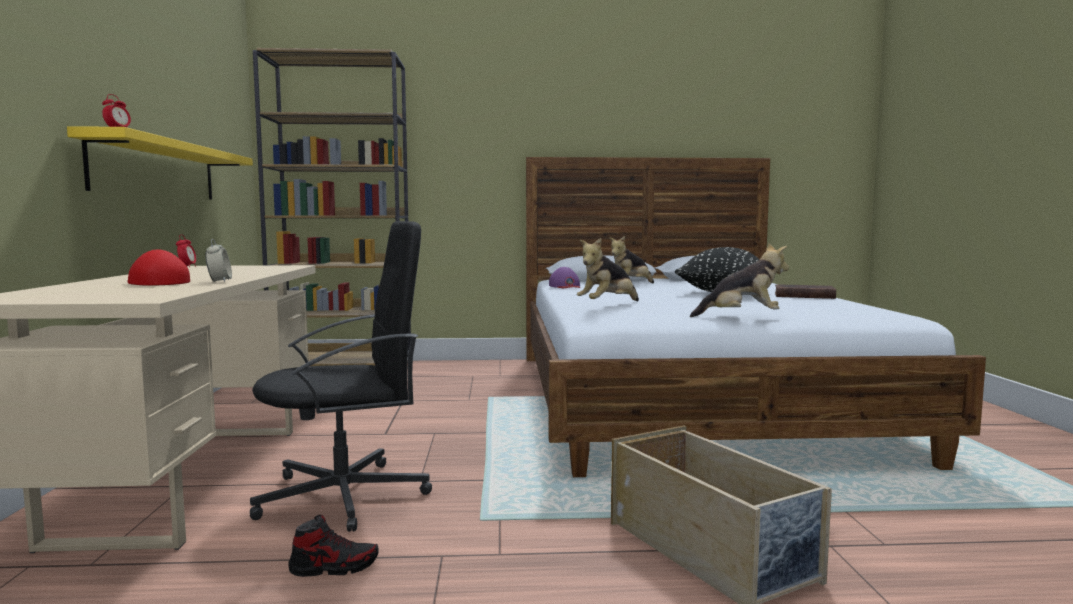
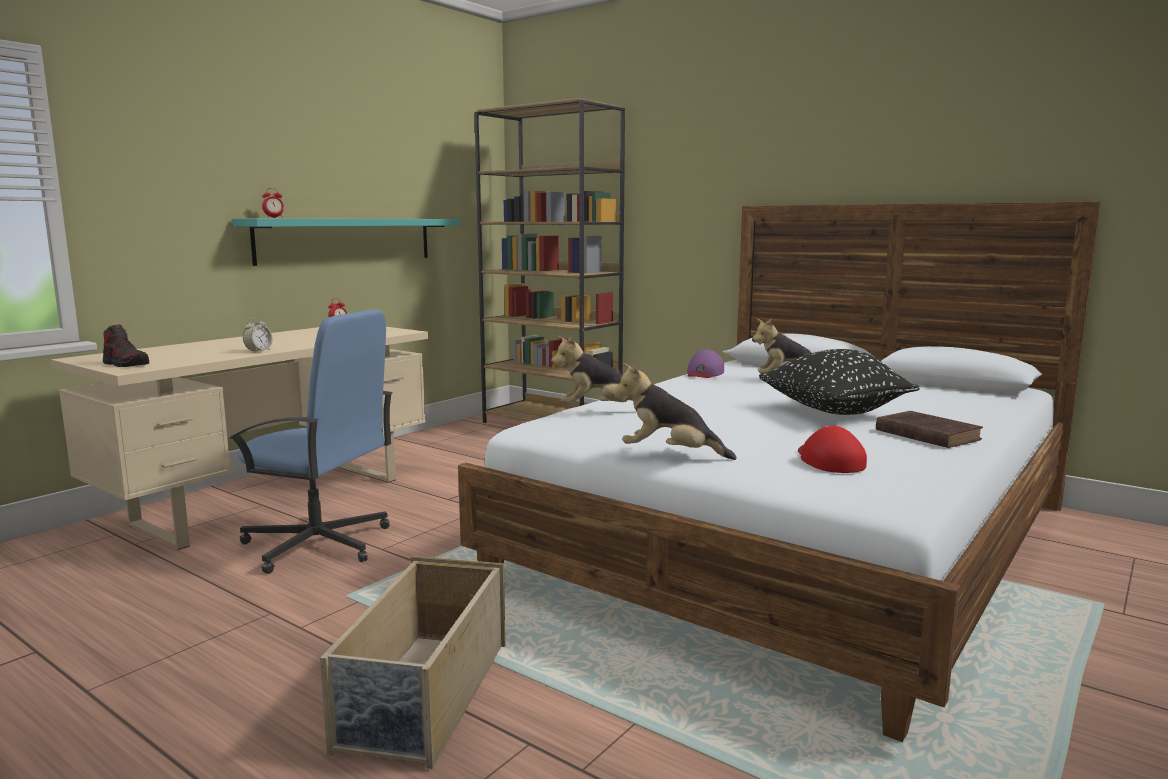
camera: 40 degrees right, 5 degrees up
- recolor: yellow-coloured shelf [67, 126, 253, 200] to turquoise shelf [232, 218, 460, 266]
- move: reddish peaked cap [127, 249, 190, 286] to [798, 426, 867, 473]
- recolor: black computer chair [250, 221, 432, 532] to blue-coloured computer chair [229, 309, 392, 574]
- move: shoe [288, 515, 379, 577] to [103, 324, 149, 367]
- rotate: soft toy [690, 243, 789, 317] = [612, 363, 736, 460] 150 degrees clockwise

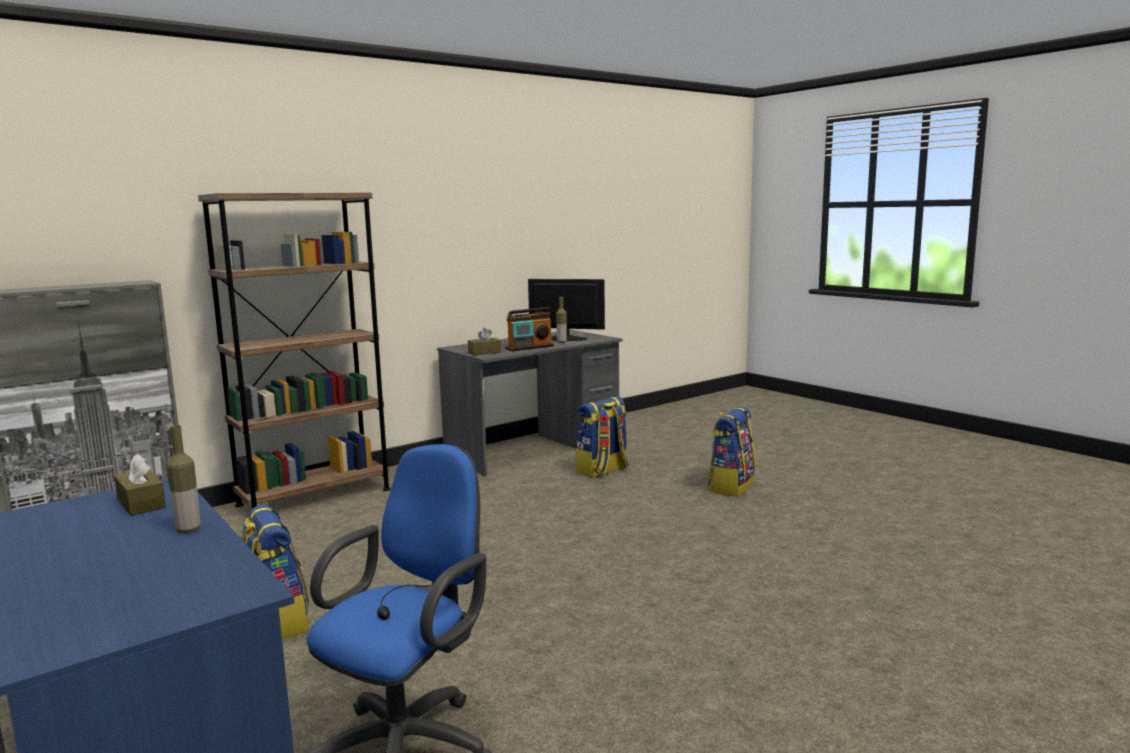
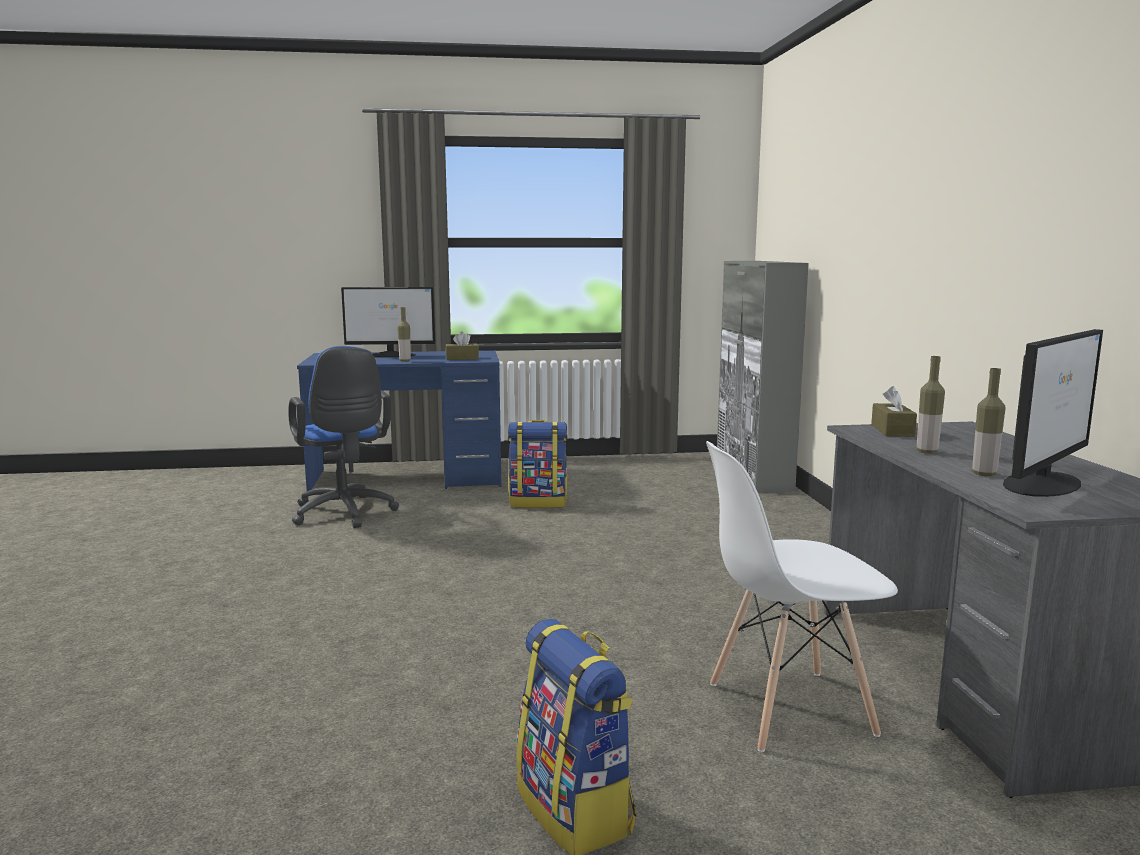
camera: 120 degrees right, 0 degrees up
- delete: brown-coloured bookshelf [198, 193, 391, 508]
- replace: radio receiver [505, 307, 554, 351] to beverage bottle [917, 356, 945, 454]
- replace: knapsack [576, 396, 628, 478] to white-coloured plain chair [706, 441, 898, 752]
- insert: monitor [341, 287, 435, 357]

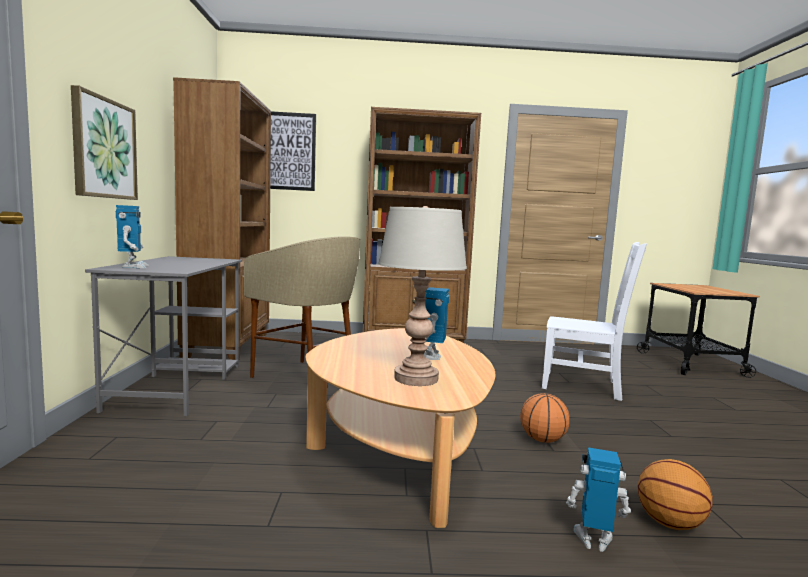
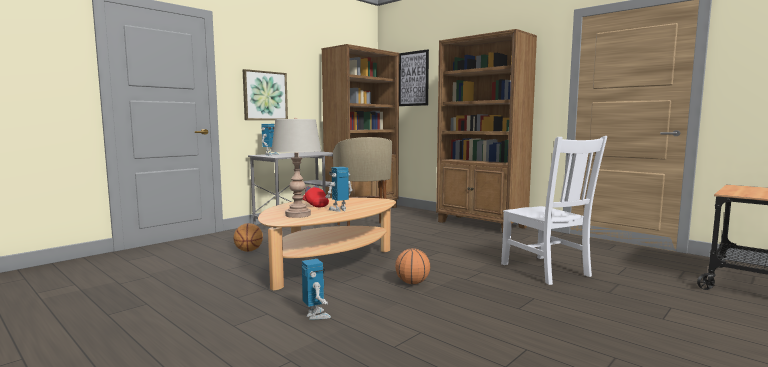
camera: 45 degrees right, 0 degrees up
- move: ball for basketball [638, 459, 713, 530] to [234, 223, 263, 252]
- insert: reddish peaked cap [302, 185, 329, 207]

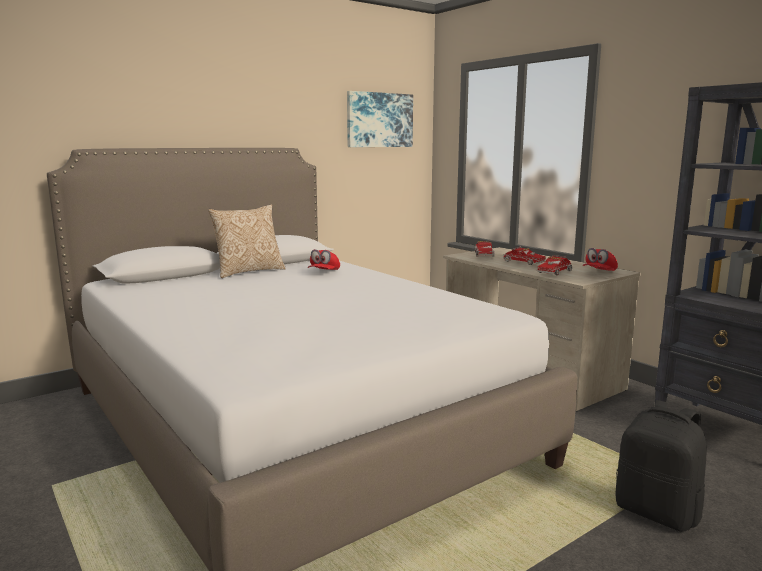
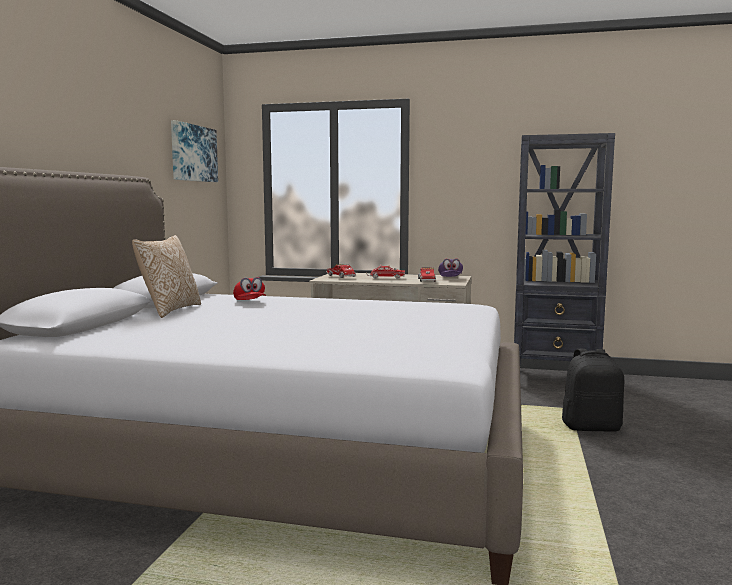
camera: 40 degrees left, 5 degrees down
- recolor: reddish peaked cap [583, 248, 618, 271] to purple-coloured peaked cap [438, 258, 463, 277]

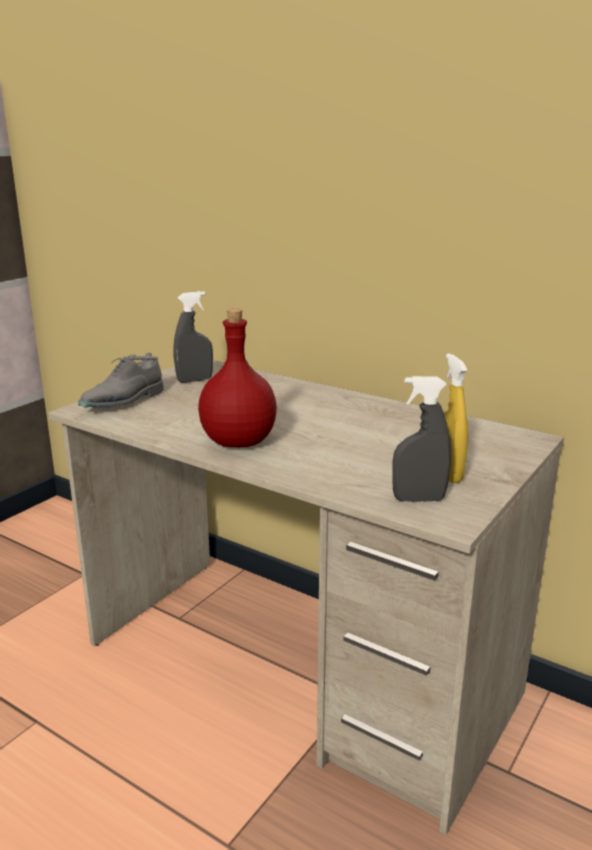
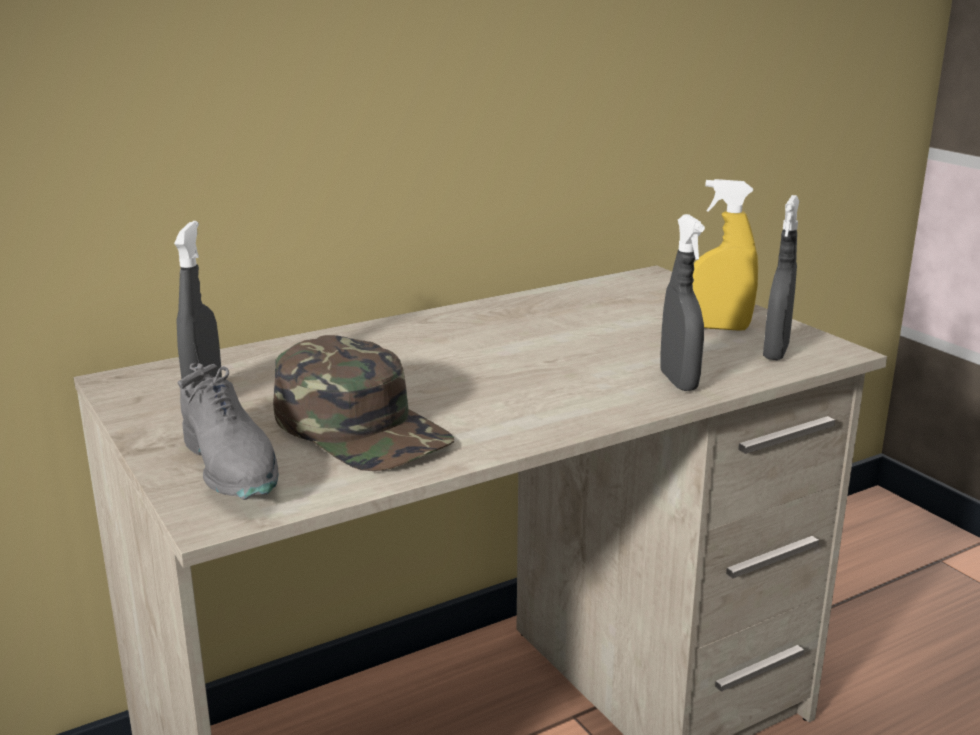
camera: 65 degrees left, 0 degrees up
- delete: reddish beverage bottle [198, 309, 277, 448]
- insert: green peaked cap [273, 335, 454, 471]
- insert: greyish spray bottle [660, 214, 705, 391]

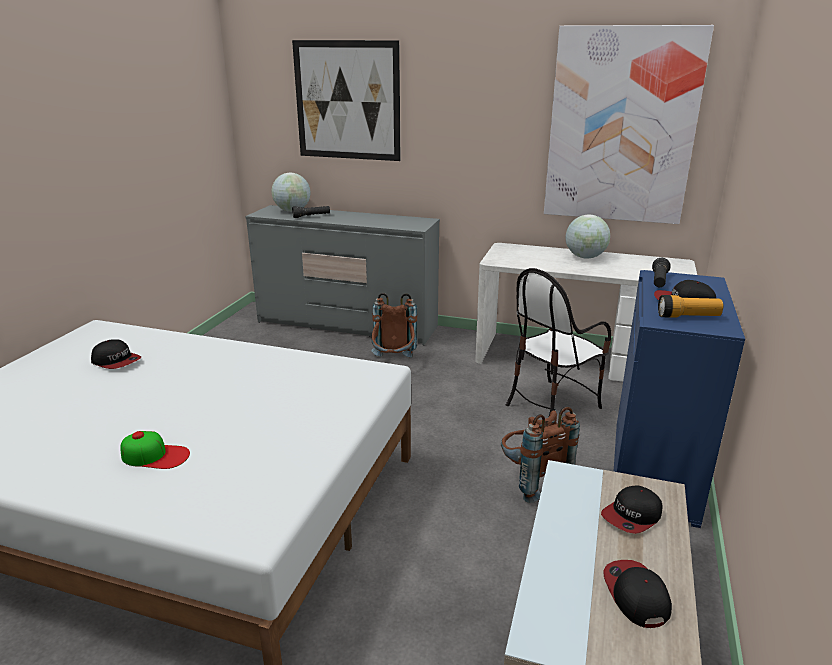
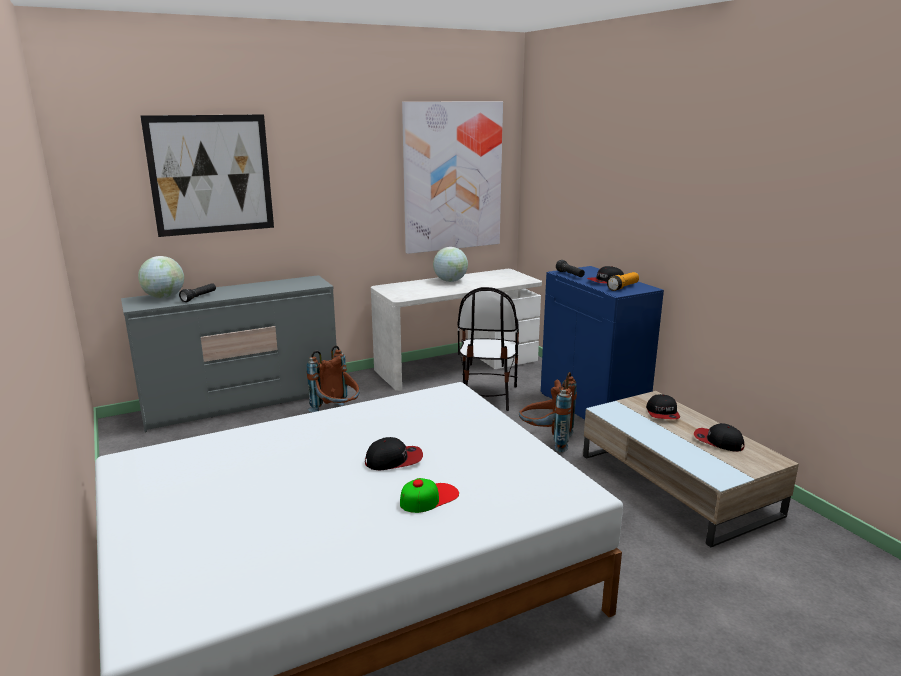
camera: 45 degrees left, 5 degrees down
- move: peaked cap [91, 339, 141, 369] to [365, 437, 423, 470]

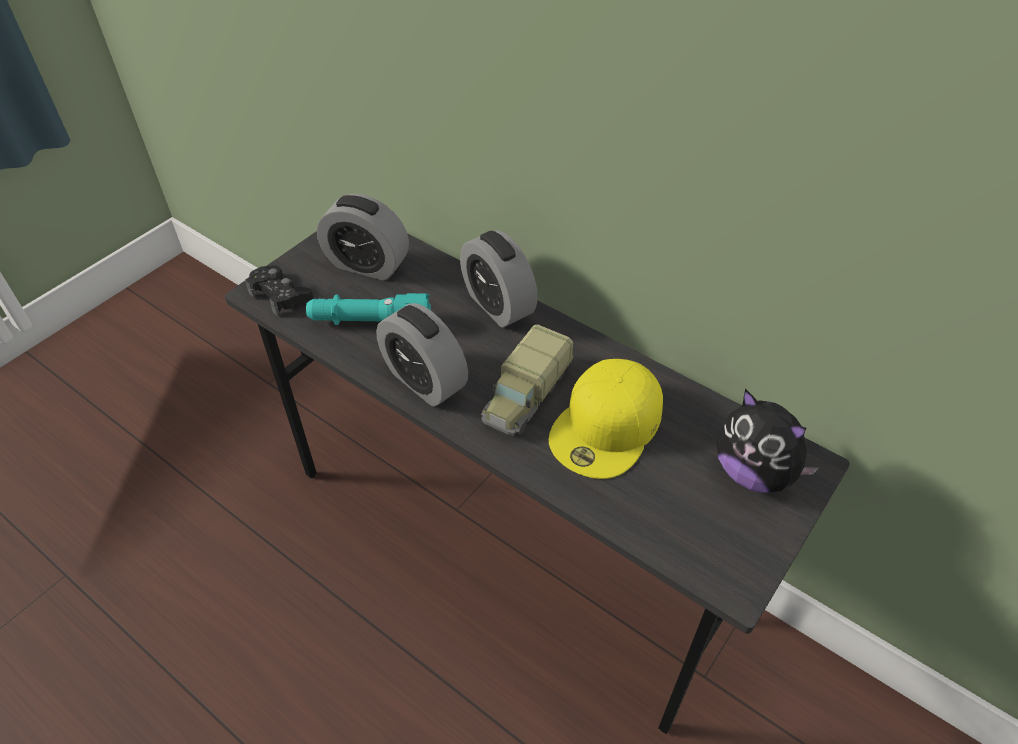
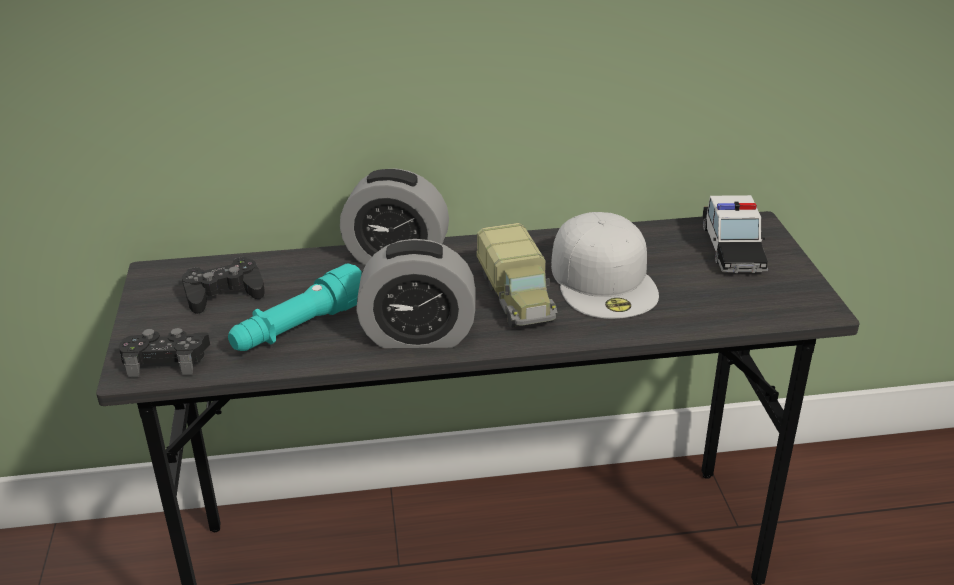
camera: 45 degrees left, 15 degrees down
- replace: table clock [317, 194, 409, 281] to black joypad [182, 257, 265, 314]
- recolor: yellow-coloured peaked cap [549, 359, 663, 479] to white-coloured peaked cap [551, 212, 659, 319]
- replace: soft toy [717, 389, 820, 493] to toy car [702, 195, 768, 273]

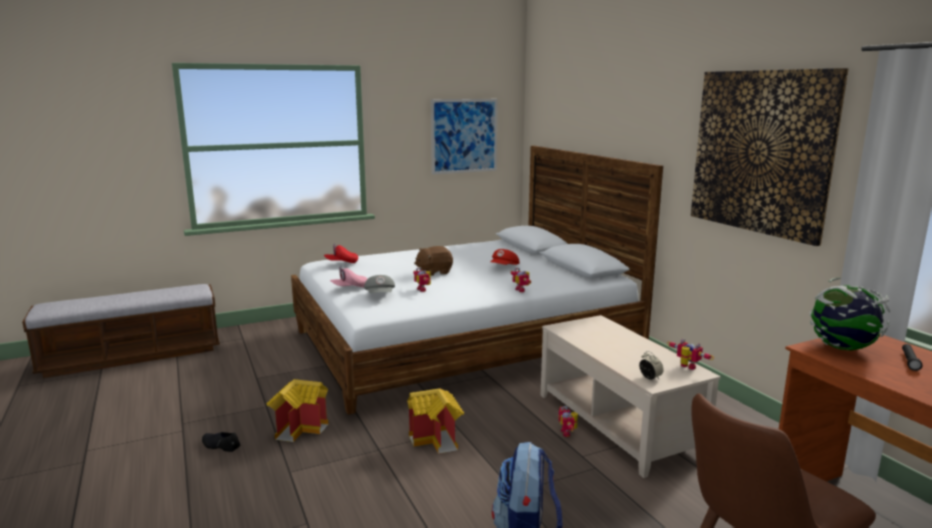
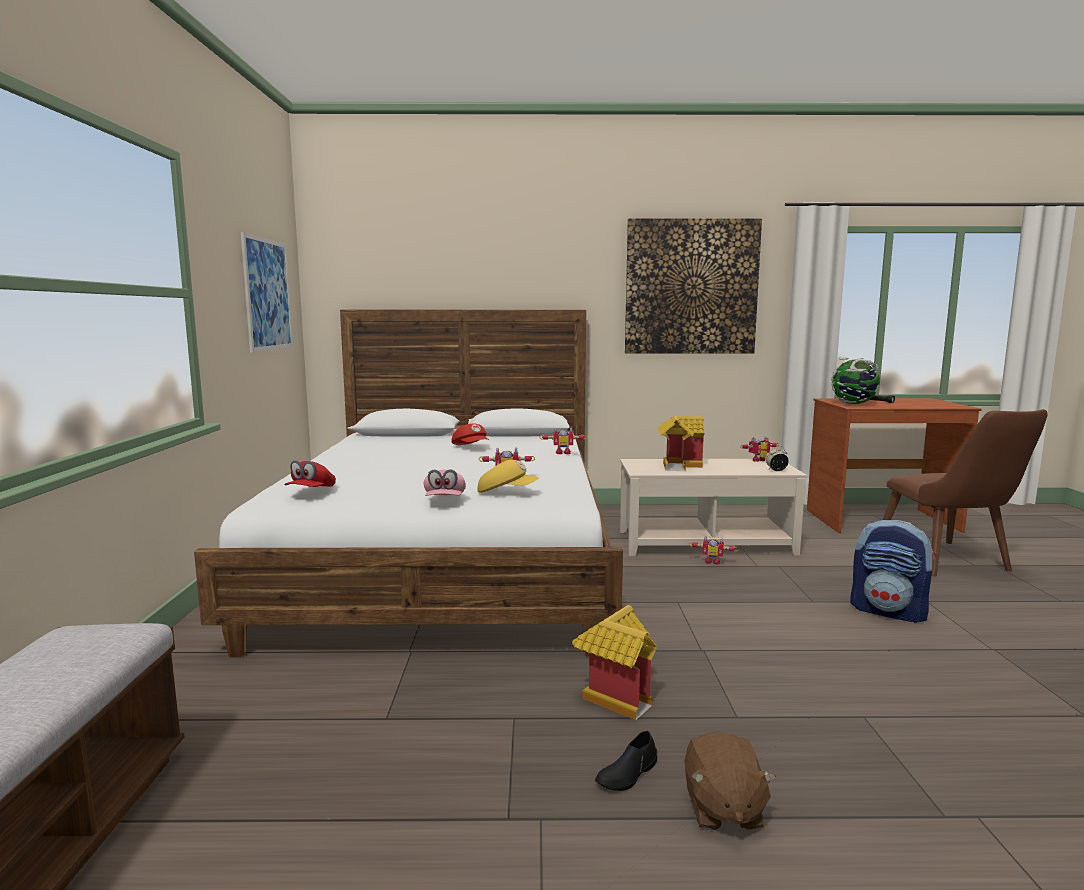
camera: 65 degrees left, 5 degrees down
- recolor: greyish peaked cap [364, 275, 395, 293] to yellow-coloured peaked cap [477, 460, 539, 493]
- move: model house [407, 388, 464, 454] to [658, 416, 705, 471]
- move: brown-coloured soft toy [414, 246, 453, 276] to [684, 732, 776, 830]

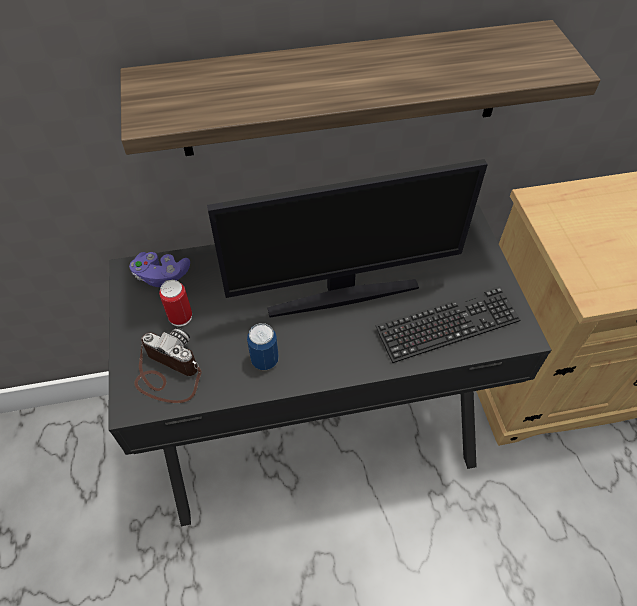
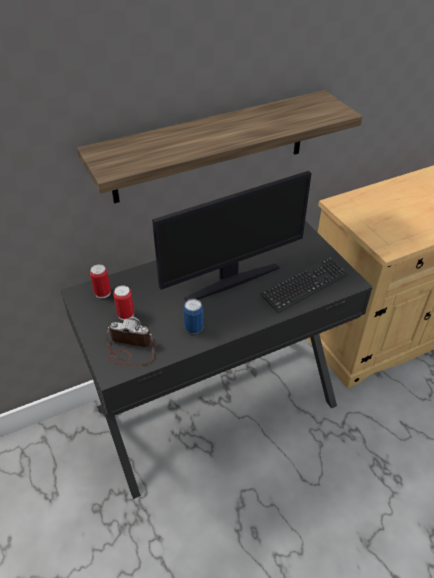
camera: 15 degrees left, 10 degrees down
- replace: purple-coloured joypad [129, 252, 190, 287] to metal can [90, 264, 111, 299]

